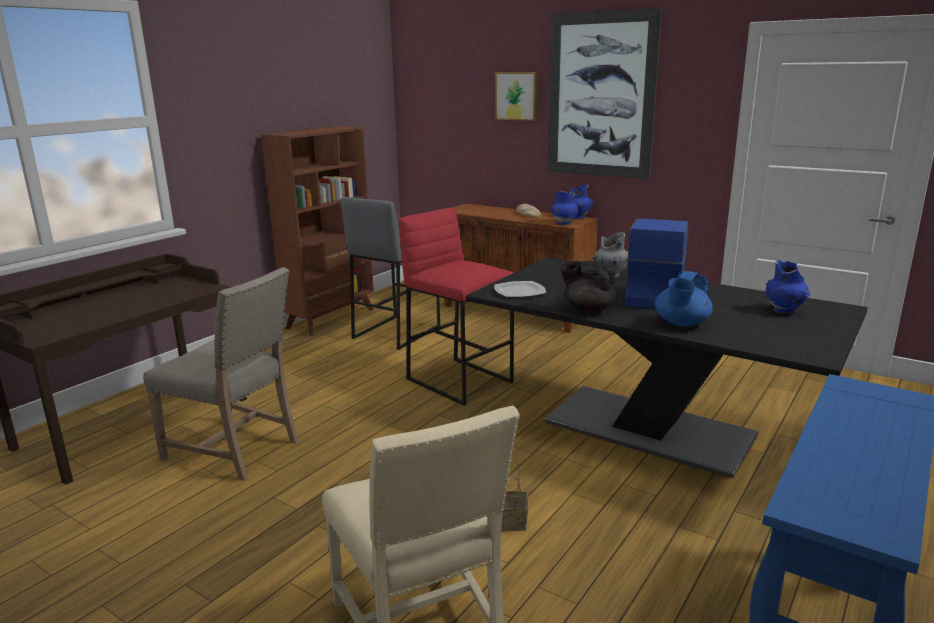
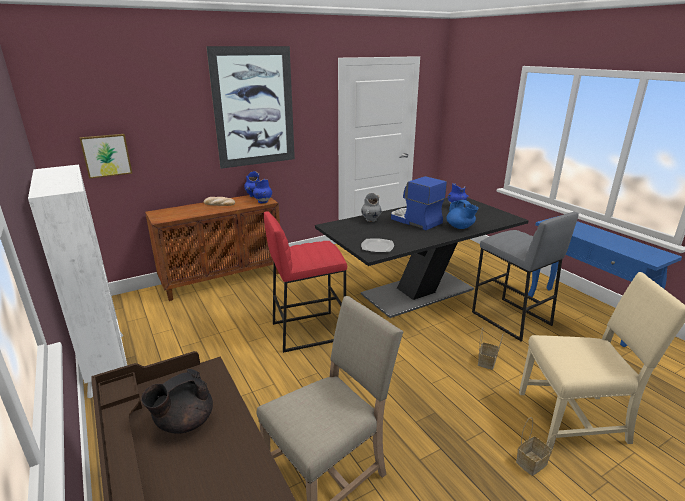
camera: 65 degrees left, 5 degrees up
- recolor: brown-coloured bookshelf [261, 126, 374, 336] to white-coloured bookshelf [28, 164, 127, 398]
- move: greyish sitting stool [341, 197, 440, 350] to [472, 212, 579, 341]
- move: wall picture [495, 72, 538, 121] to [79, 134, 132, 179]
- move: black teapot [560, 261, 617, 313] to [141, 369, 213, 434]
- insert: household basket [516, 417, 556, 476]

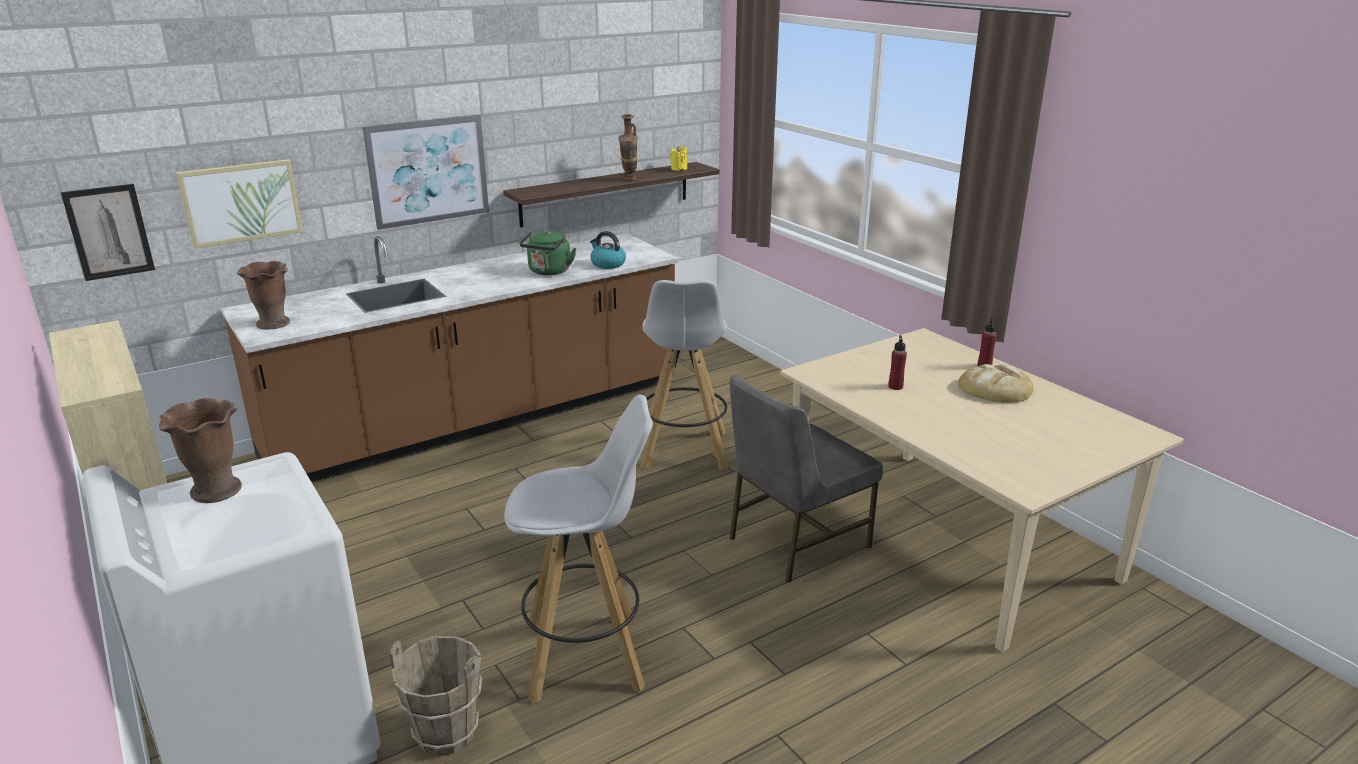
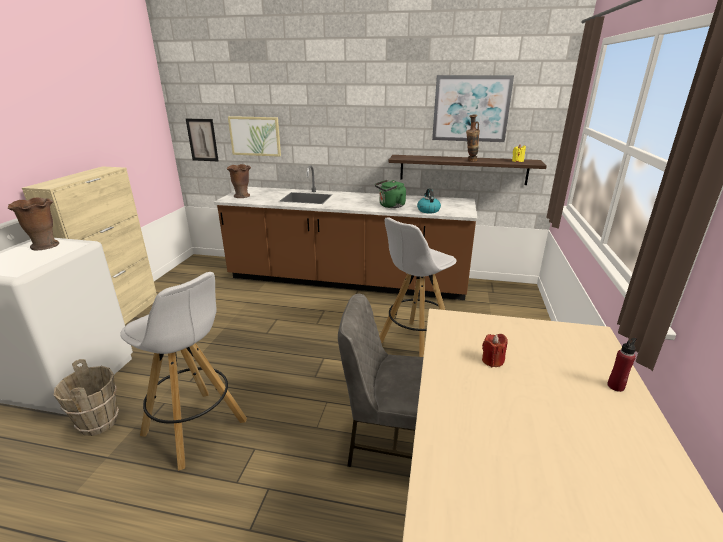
camera: 45 degrees right, 0 degrees up
- move: wall picture [363, 115, 489, 230] to [432, 75, 514, 142]
- replace: reddish beverage bottle [888, 335, 907, 390] to reddish wax candle [482, 334, 507, 367]
- delete: bread [958, 364, 1034, 403]

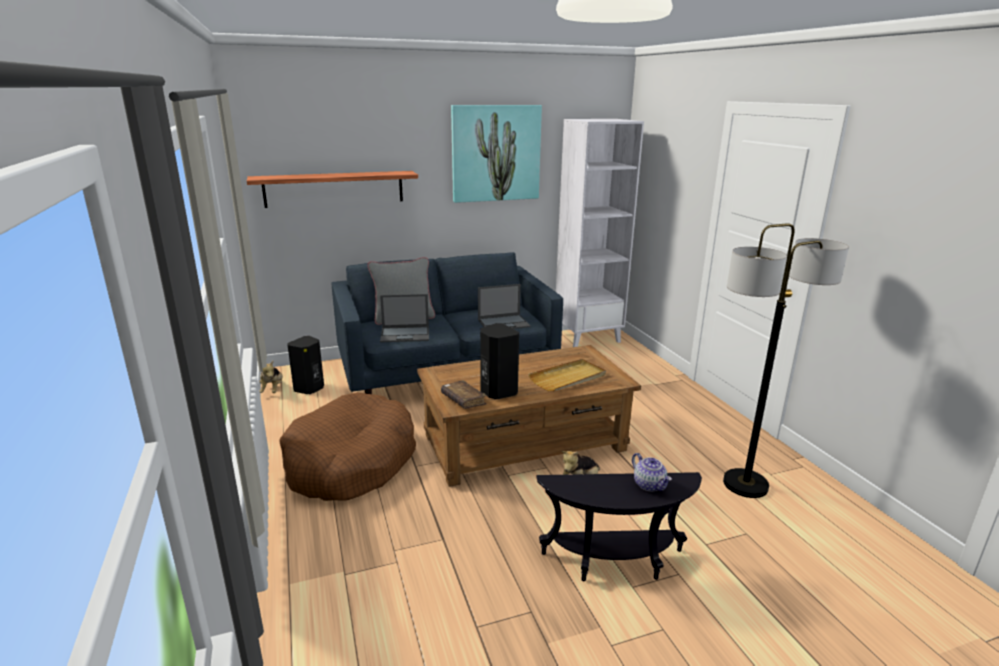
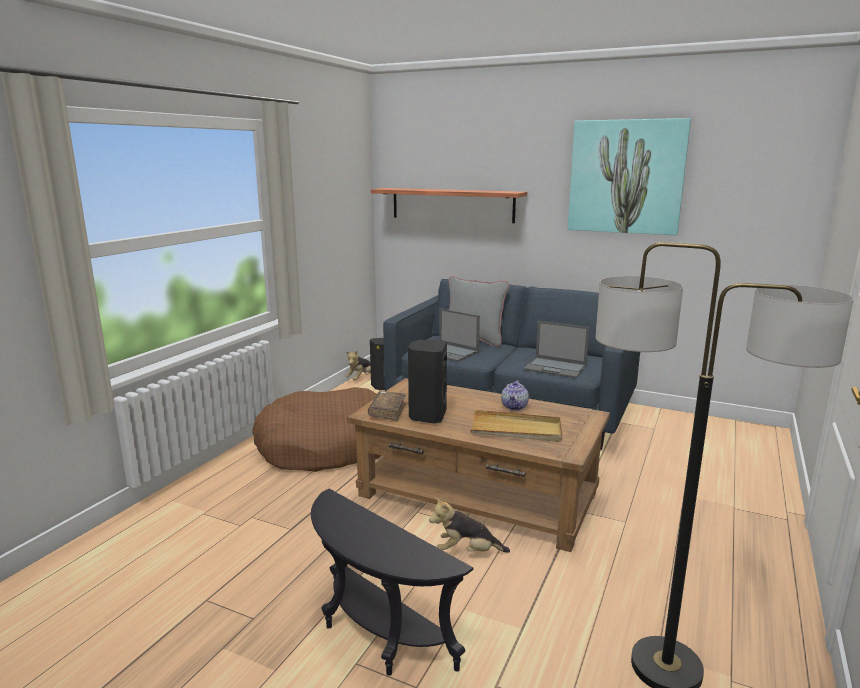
camera: 45 degrees right, 5 degrees down
- delete: white-coloured bookshelf [556, 119, 644, 347]
- move: teapot [632, 453, 672, 492] to [501, 381, 529, 410]

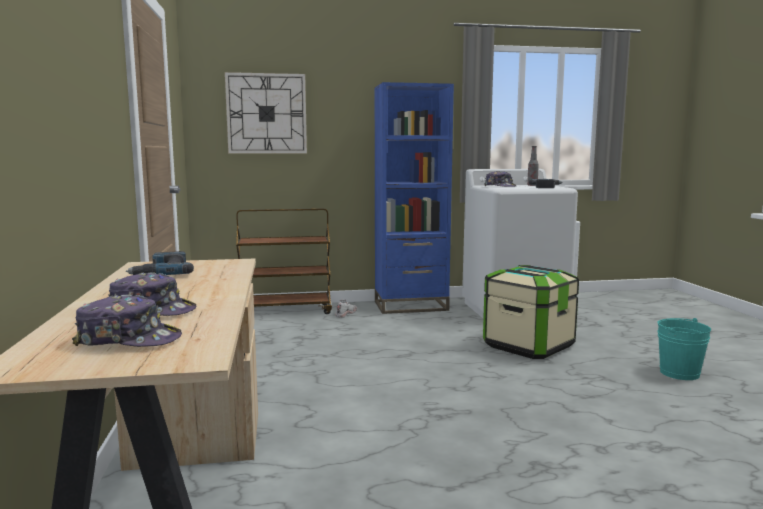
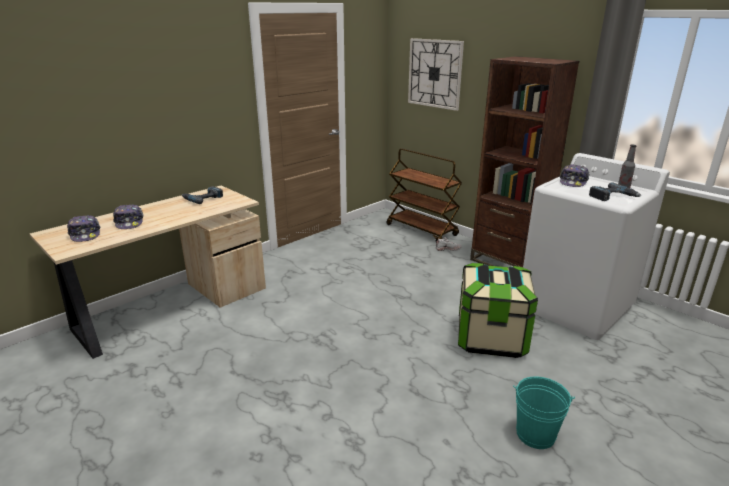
camera: 55 degrees right, 15 degrees up
- recolor: blue-coloured bookshelf [374, 82, 454, 314] to brown-coloured bookshelf [470, 56, 579, 267]

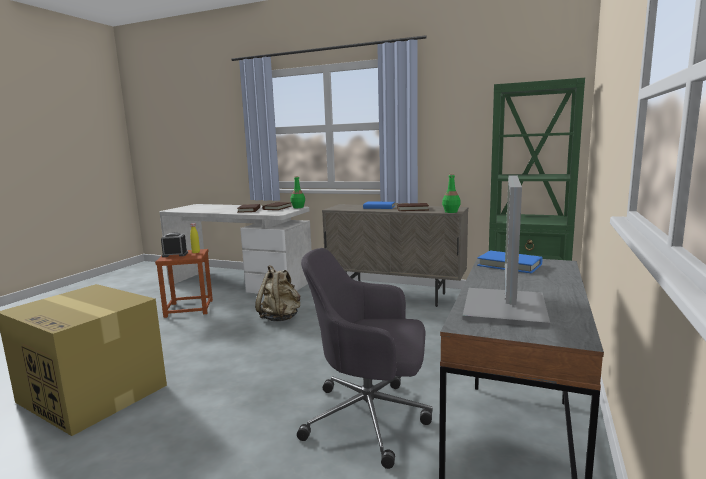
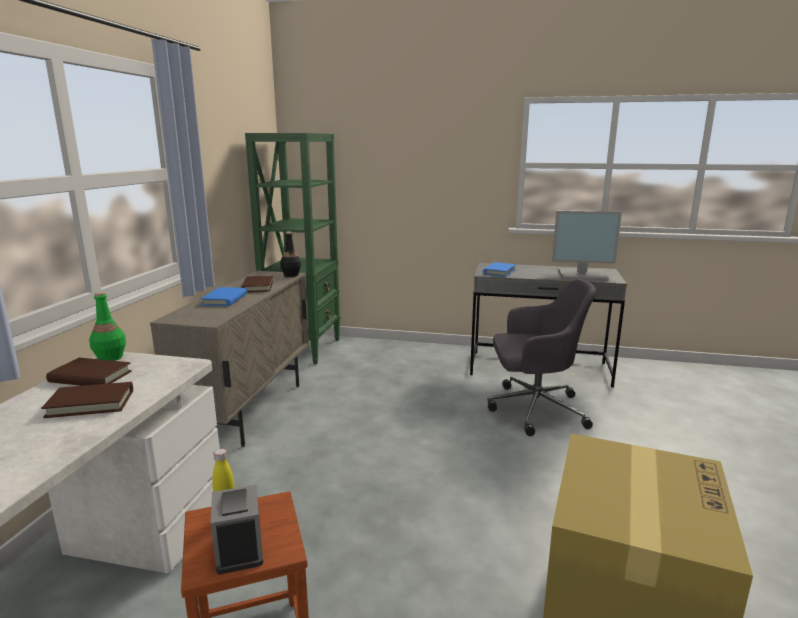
camera: 100 degrees left, 5 degrees up
- delete: sand-coloured knapsack [255, 265, 300, 321]
- rotate: greyish computer chair [297, 248, 433, 469] = [487, 279, 596, 436] 90 degrees counterclockwise
- recolor: green beverage bottle [442, 174, 460, 213] to black beverage bottle [280, 232, 301, 277]

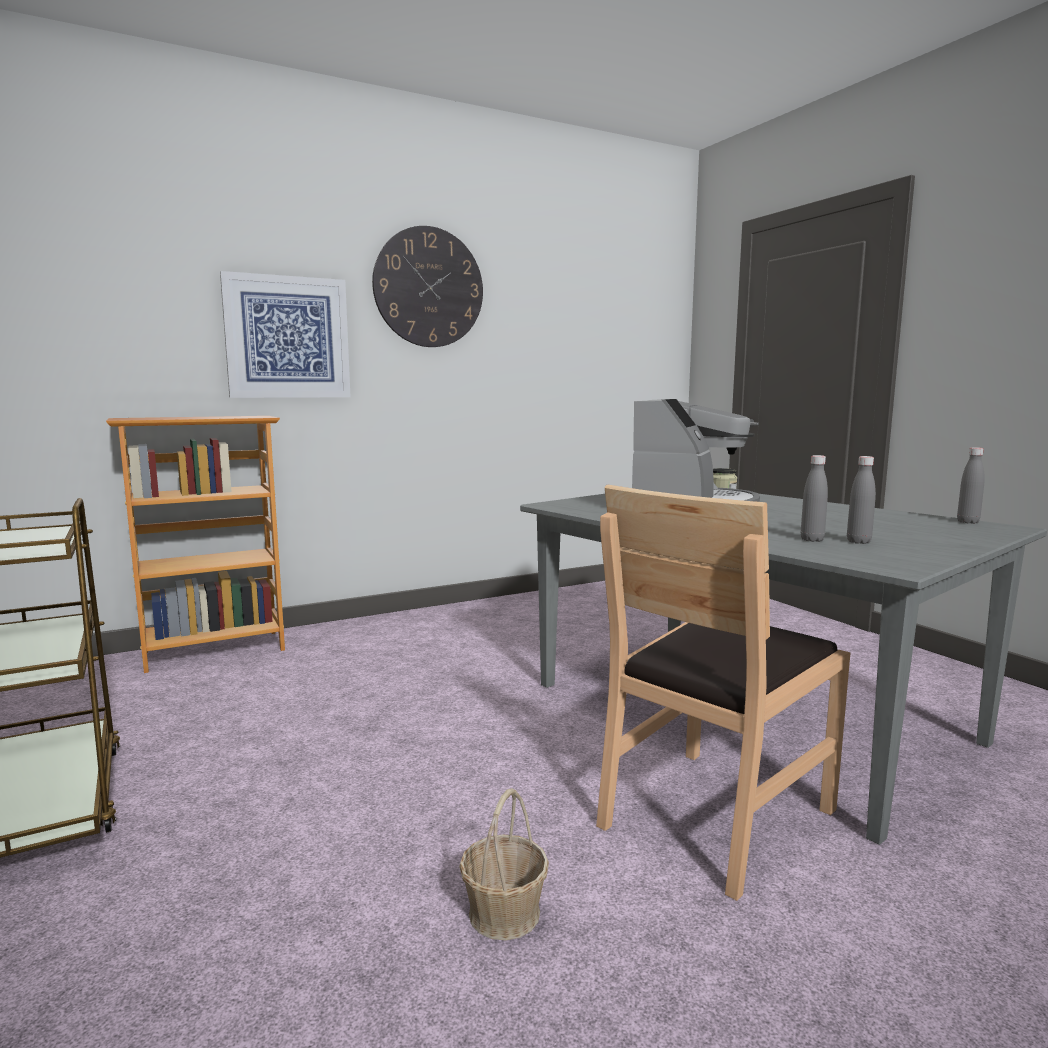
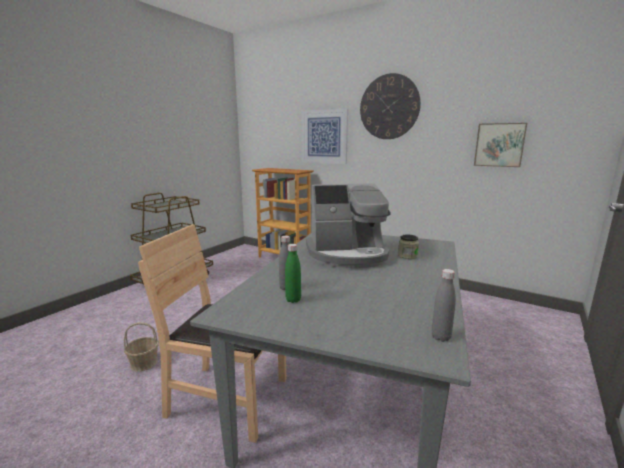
camera: 60 degrees right, 5 degrees up
- recolor: greyish beverage bottle [847, 456, 876, 544] to green beverage bottle [285, 244, 301, 303]
- insert: wall picture [474, 123, 527, 167]

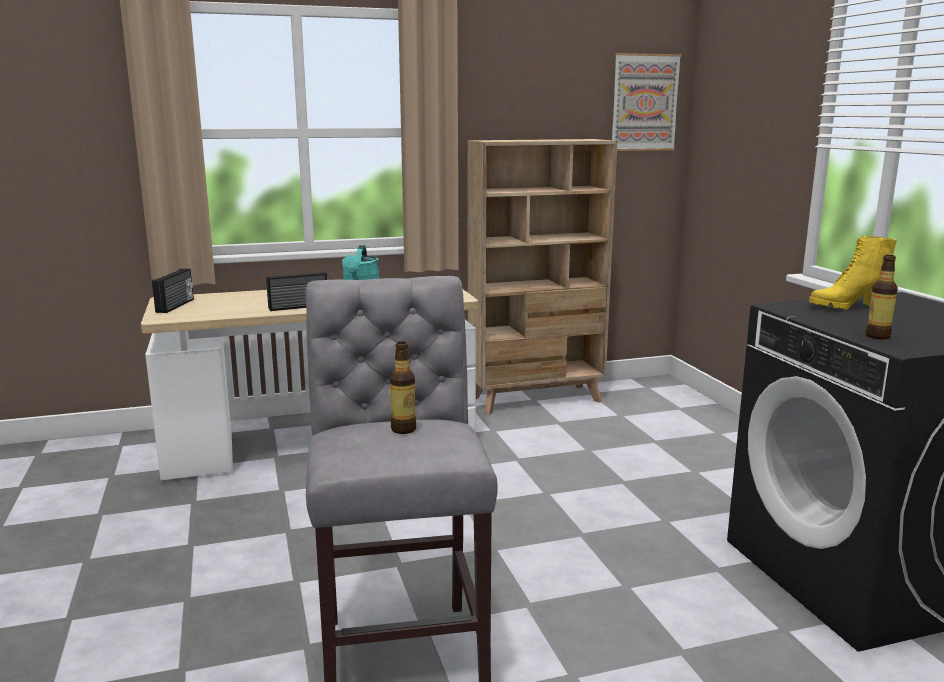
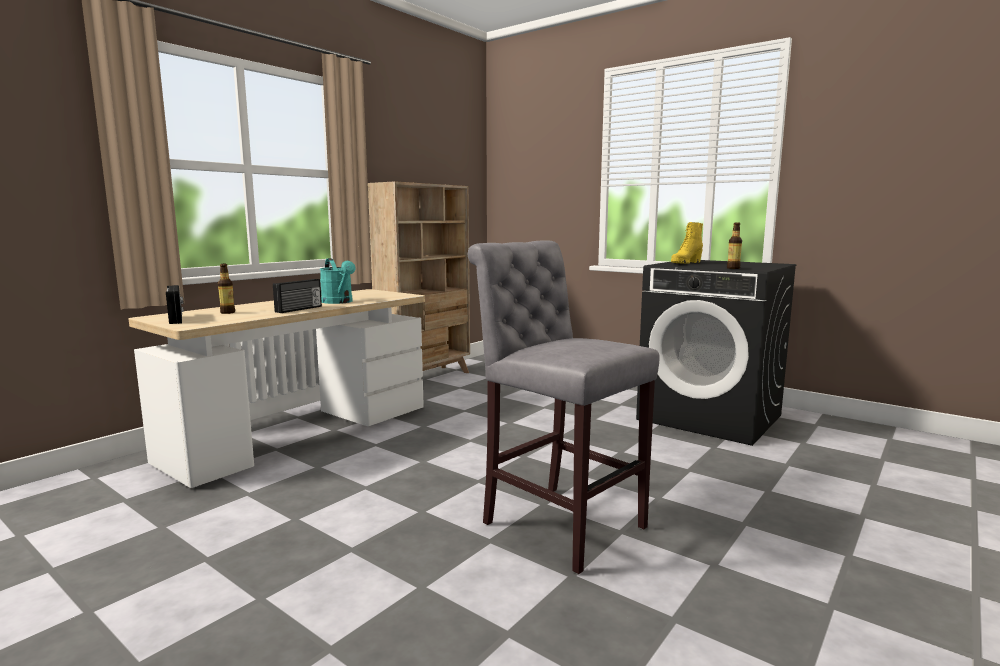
camera: 35 degrees left, 5 degrees down
- move: beverage bottle [390, 342, 416, 434] to [218, 264, 235, 314]
- delete: wall picture [612, 53, 681, 151]

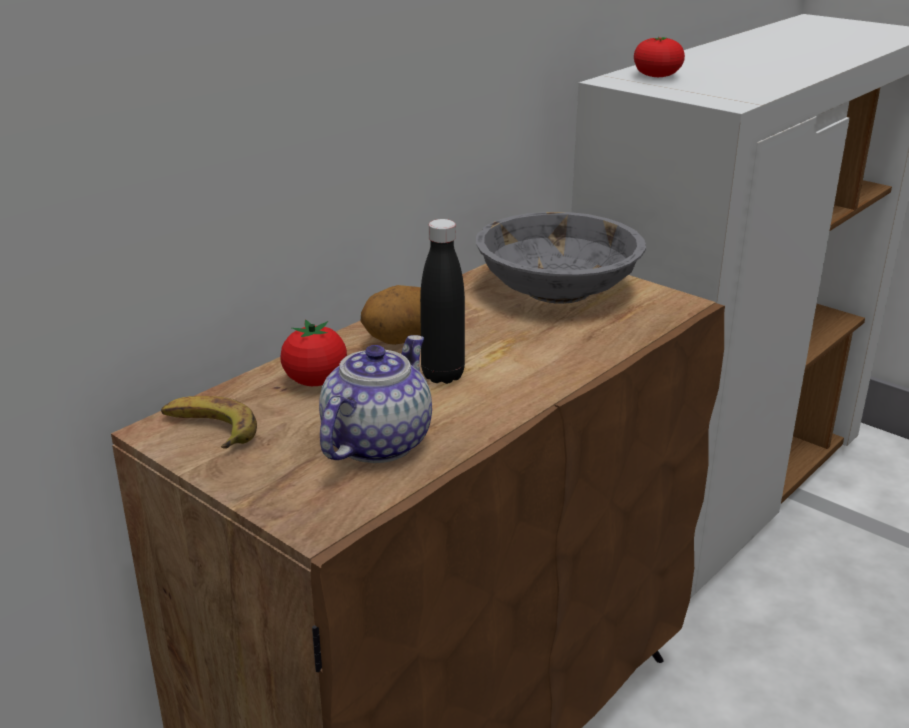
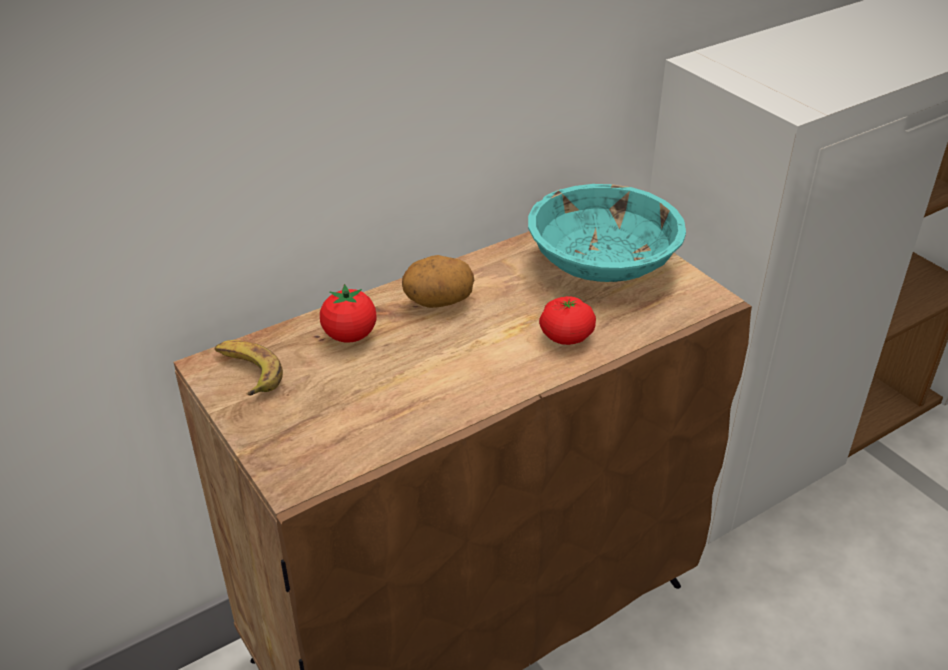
camera: 15 degrees right, 10 degrees up
- delete: teapot [319, 335, 432, 463]
- delete: black beverage bottle [420, 219, 465, 384]
- recolor: greyish deep dish [476, 212, 646, 304] to turquoise deep dish [528, 184, 686, 282]
- move: fresh tomato [634, 37, 685, 77] to [539, 296, 596, 345]

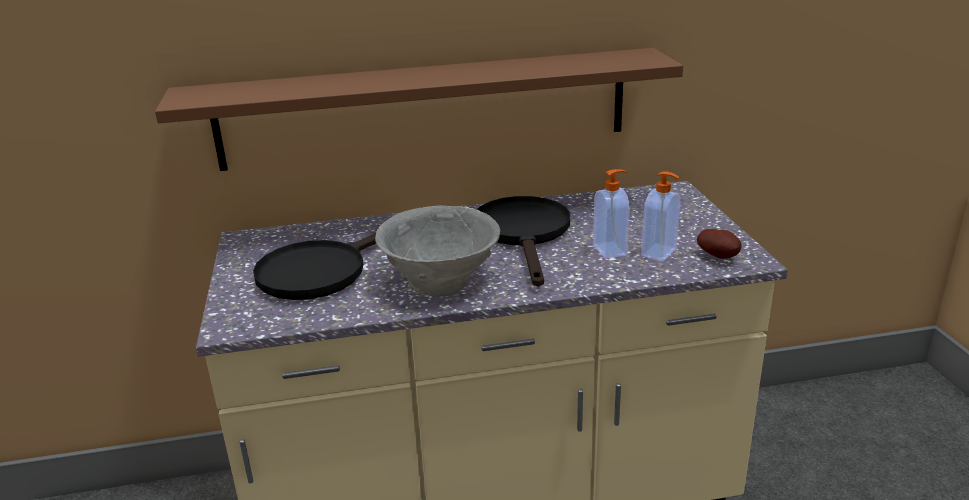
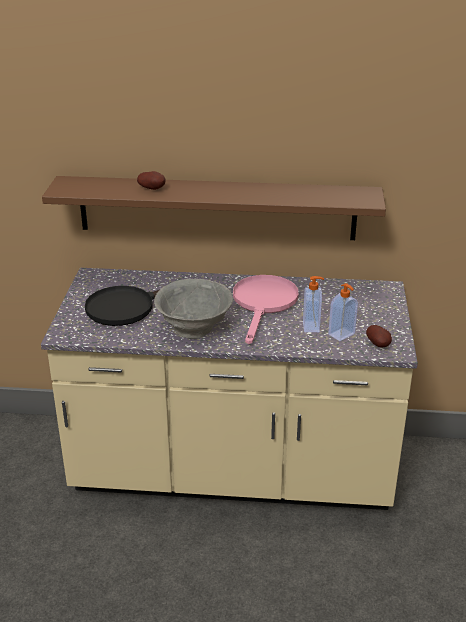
camera: 15 degrees right, 5 degrees up
- recolor: black pan [477, 196, 570, 287] to pink pan [233, 275, 298, 344]
- insert: potato [137, 171, 166, 190]

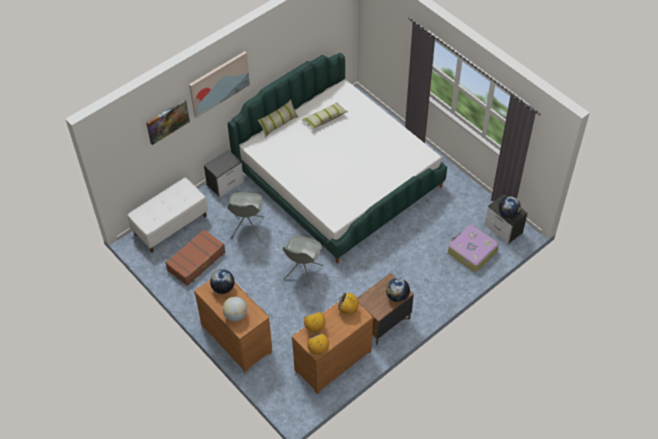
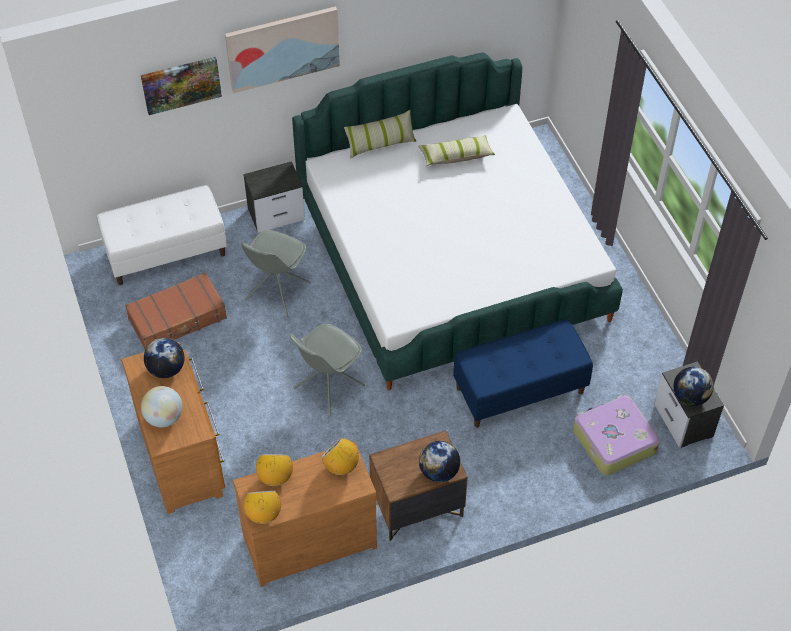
camera: 20 degrees right, 0 degrees up
- insert: blue-coloured bench [453, 319, 593, 427]

